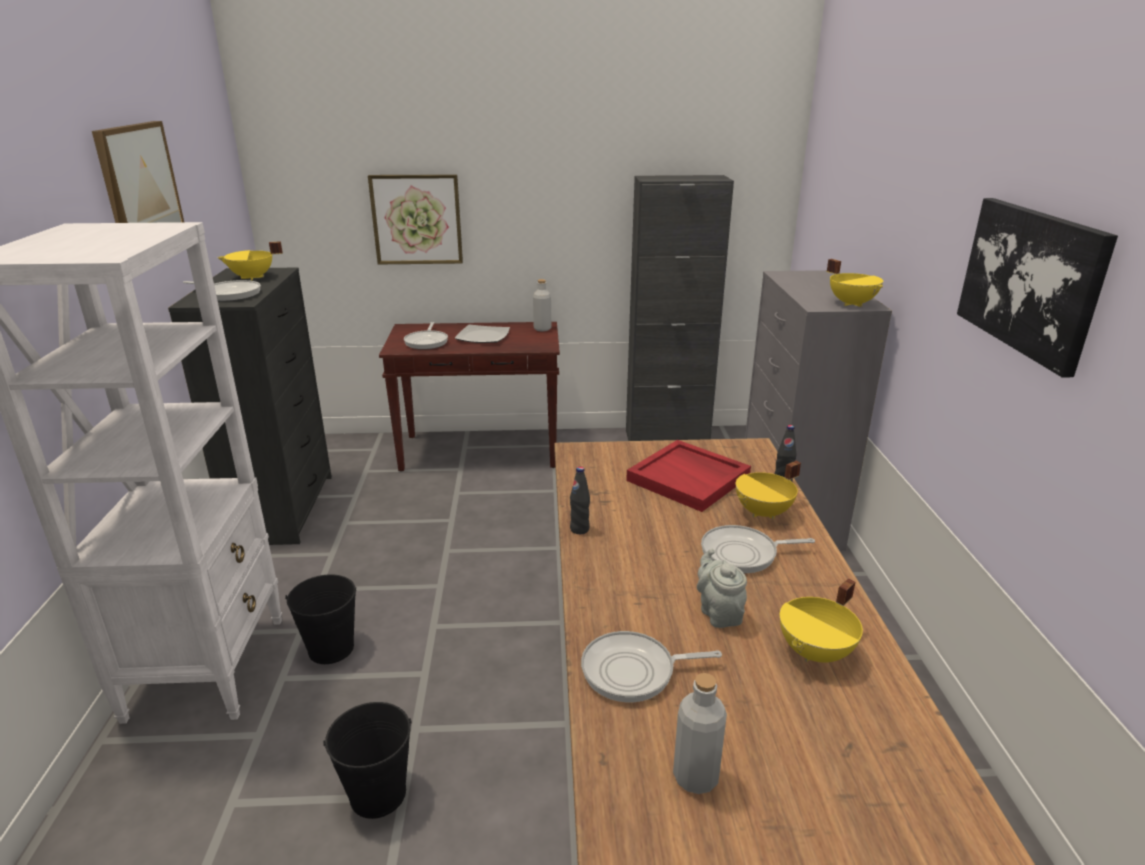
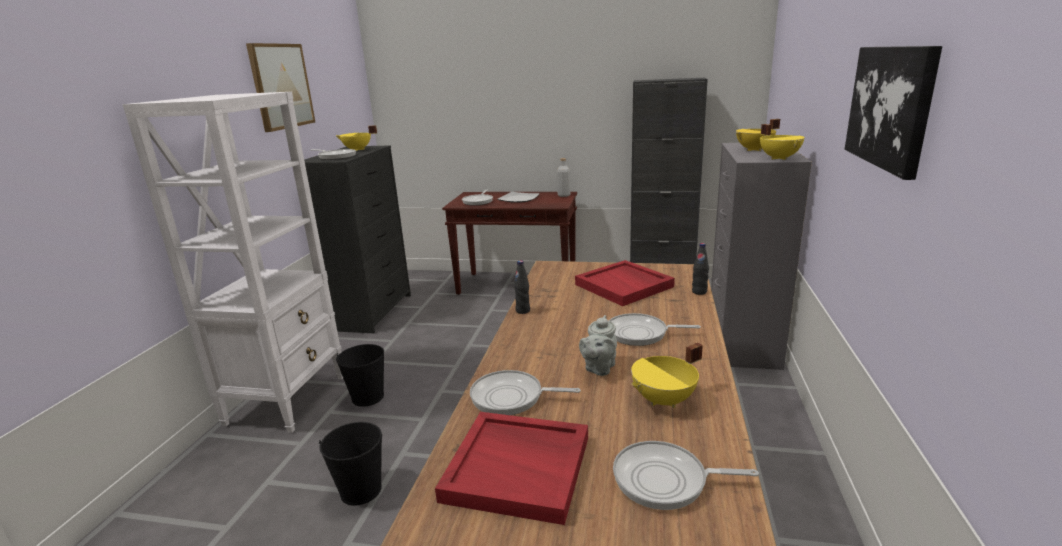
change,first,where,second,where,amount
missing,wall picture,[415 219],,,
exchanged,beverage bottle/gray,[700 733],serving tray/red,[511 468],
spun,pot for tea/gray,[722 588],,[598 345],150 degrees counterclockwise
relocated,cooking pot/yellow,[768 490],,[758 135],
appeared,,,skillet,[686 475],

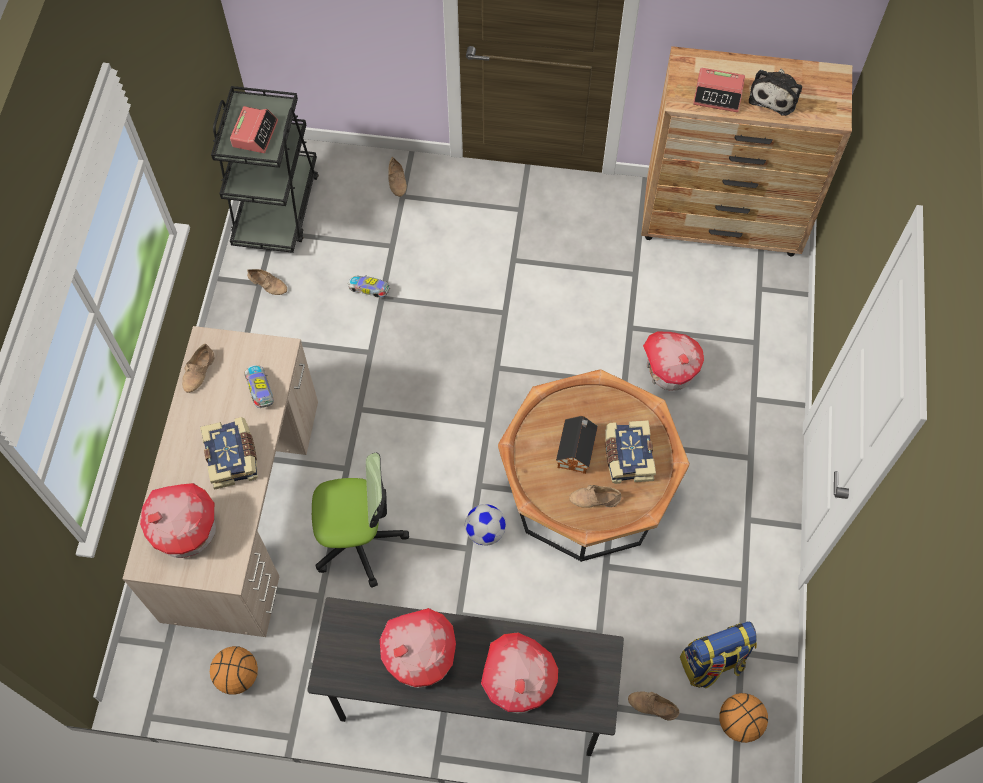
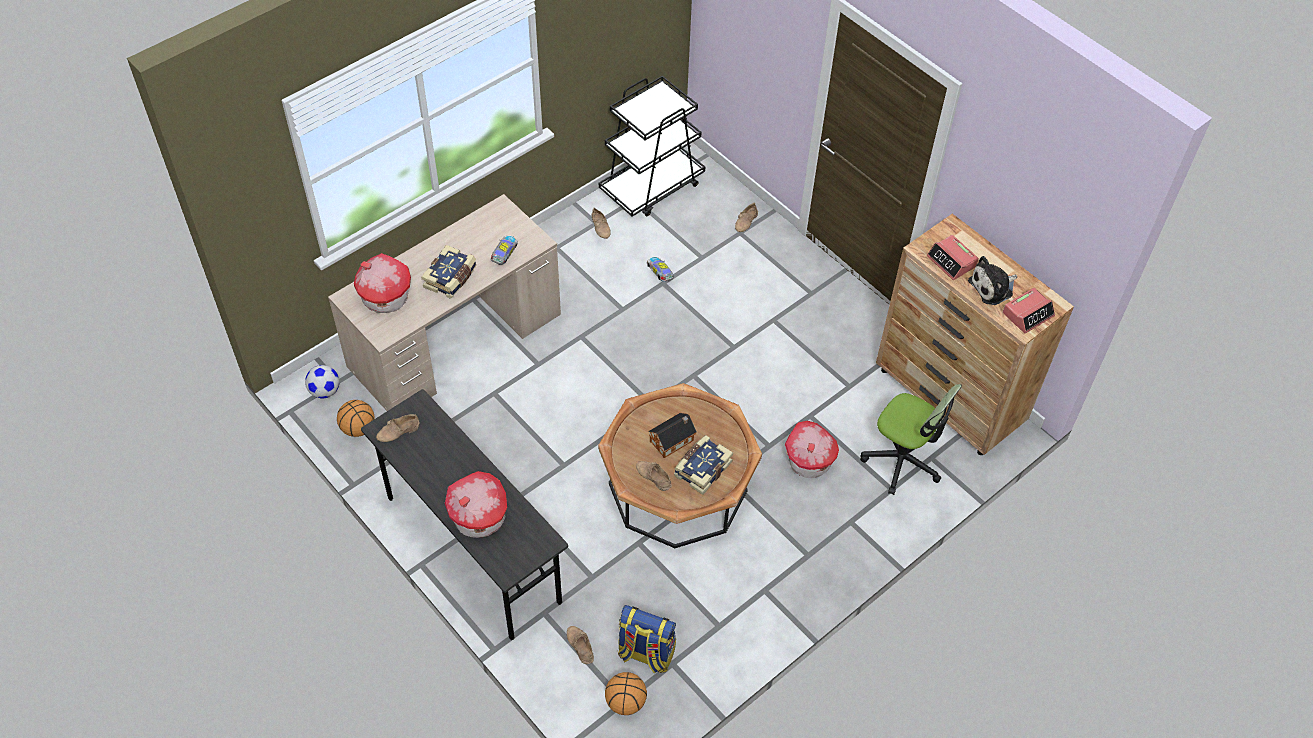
change,first,where,second,where,amount
relocated,shoe/sand-coloured,[198 368],,[398 428],
relocated,bedside clock,[254 129],,[1029 311],
relocated,desk chair,[360 520],,[911 439],
missing,model house,[418 648],,,
relocated,ball for football,[485 524],,[322 381],

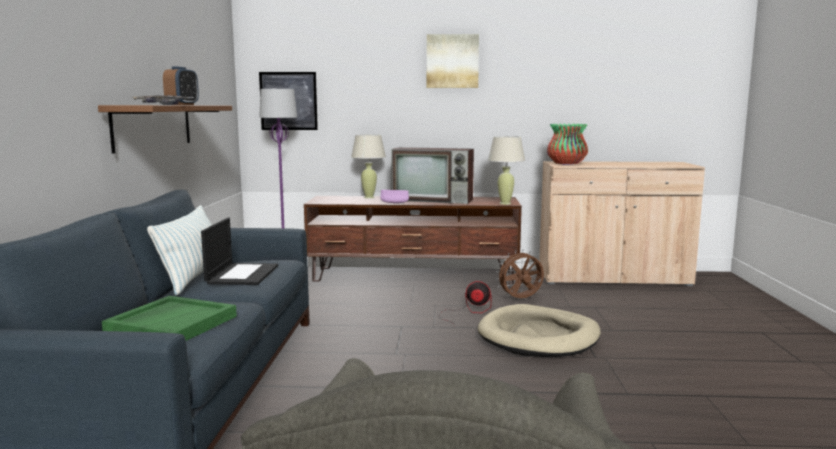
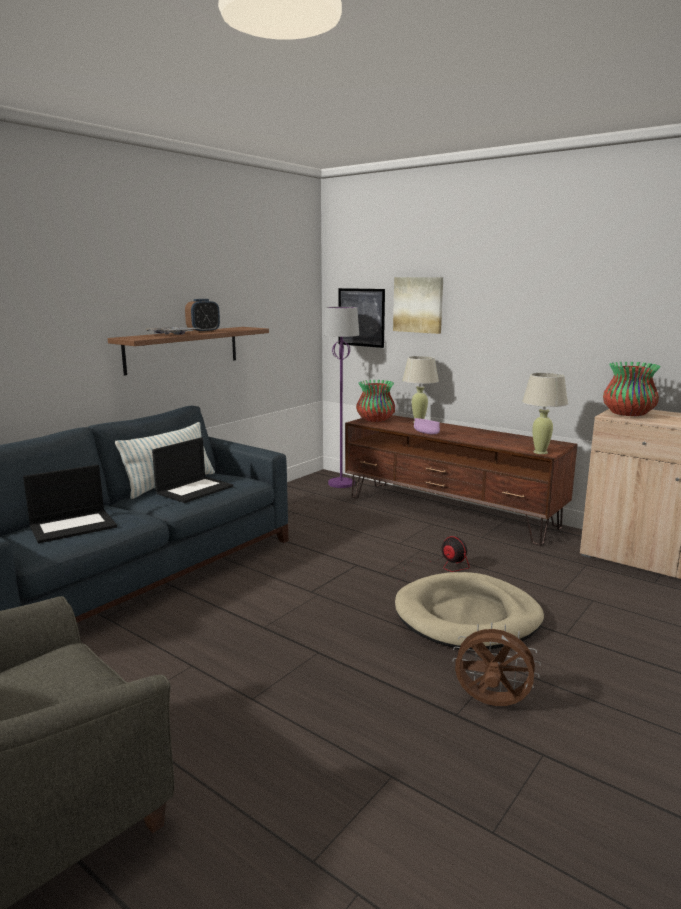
change,first,where,second,where,amount
exchanged,serving tray/green-coloured,[169 318],notebook computer,[70 504],
missing,television,[432 175],,,
relocated,wall picture,[453 61],,[418 305],
relocated,fan/brown,[520 274],,[497 664],
appeared,,,decorative vase,[375 401],

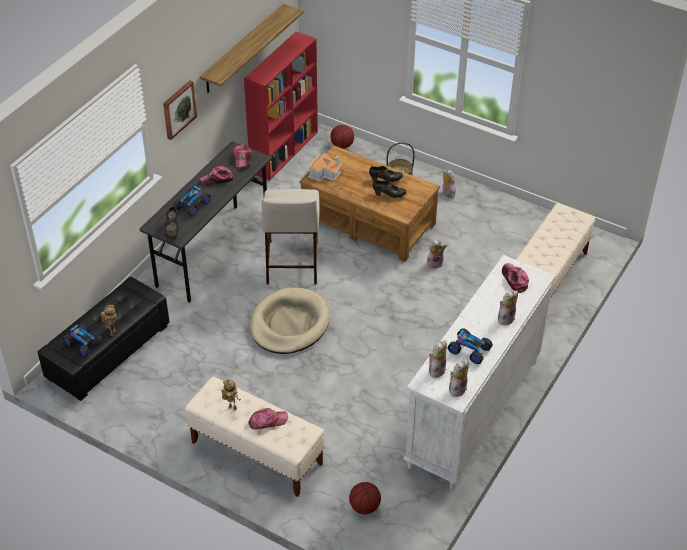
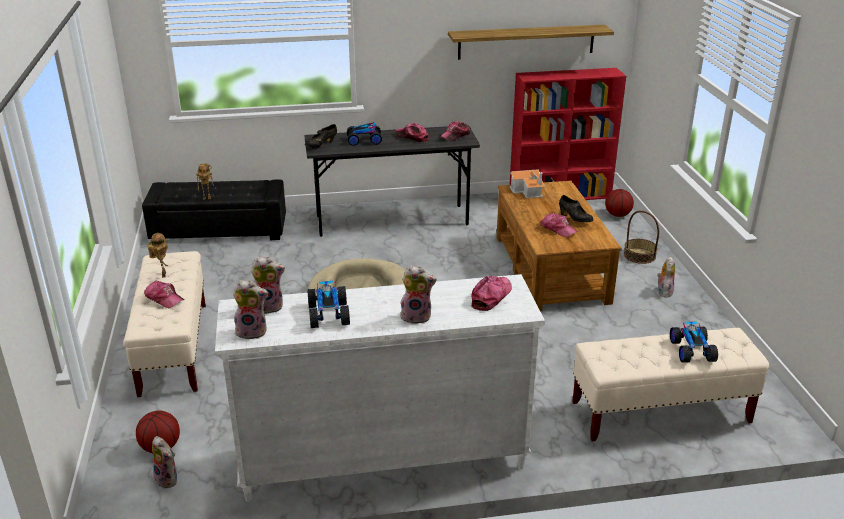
change,first,where,second,where,amount
relocated,toy car,[83 340],,[694 342],
missing,wall picture,[180 110],,,
missing,stool/sand-coloured,[291 237],,,
exchanged,shoe/black,[390 189],cap,[559 225],
relocated,plush toy,[436 254],,[164 462],

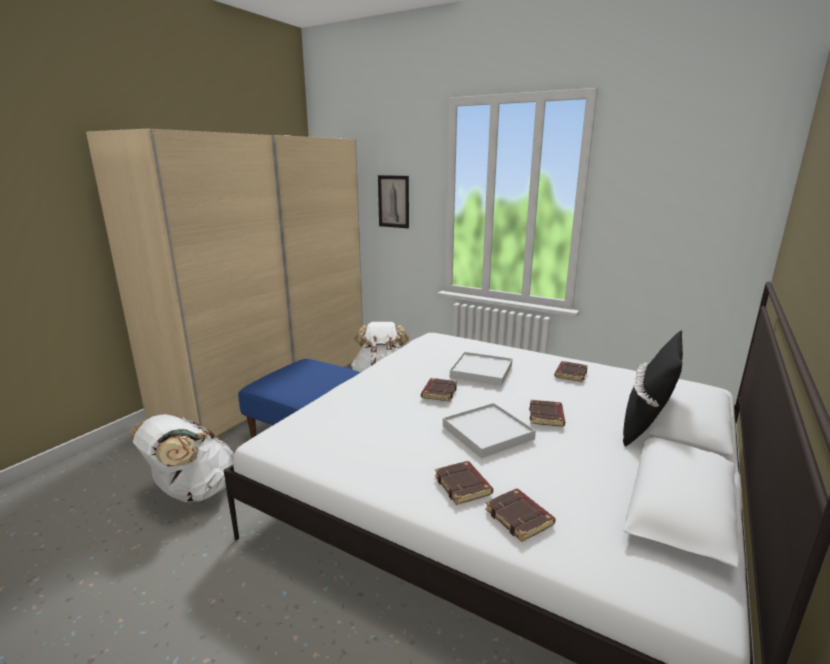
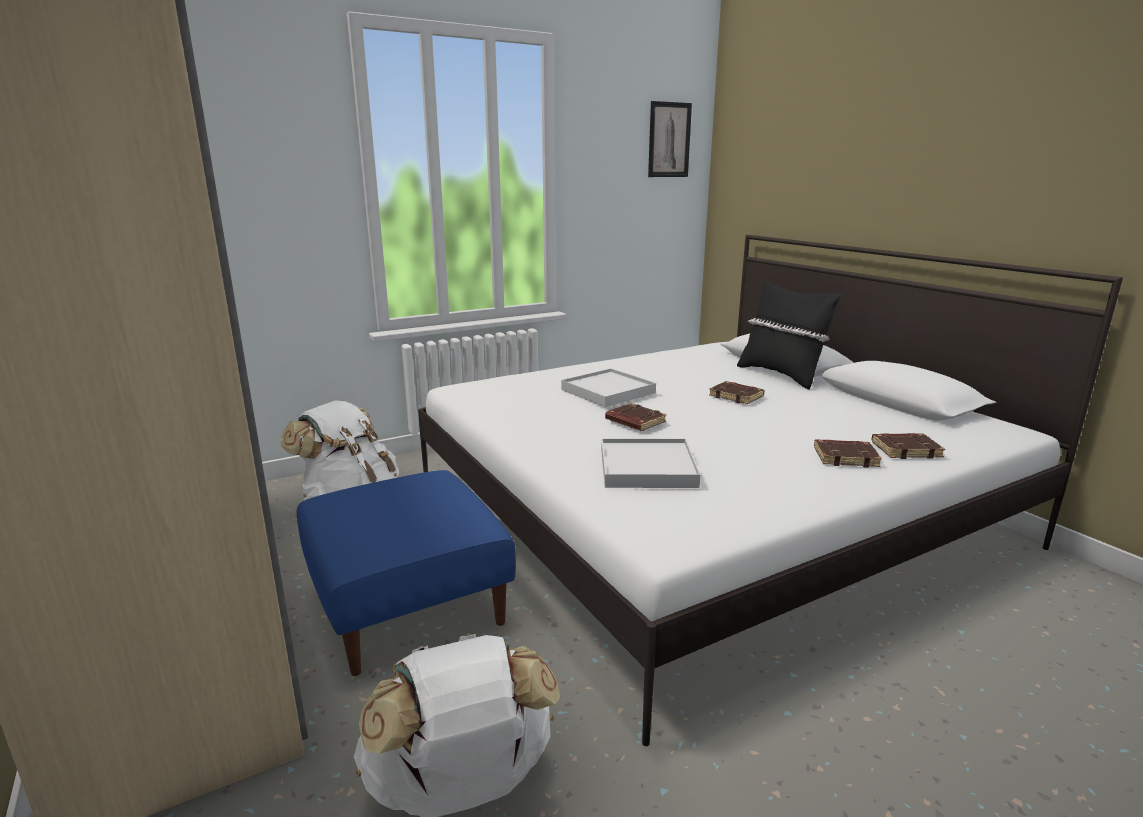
change,first,where,second,where,amount
relocated,wall picture,[393 201],,[670 139],
relocated,serving tray/white-coloured,[489 430],,[650 463],
missing,book/brown,[571 371],,,

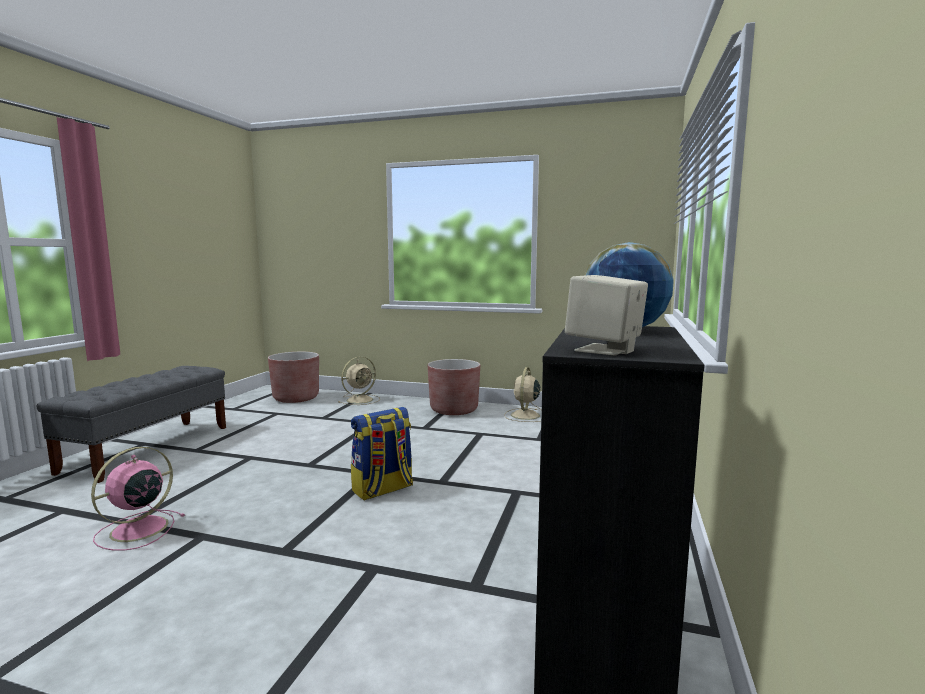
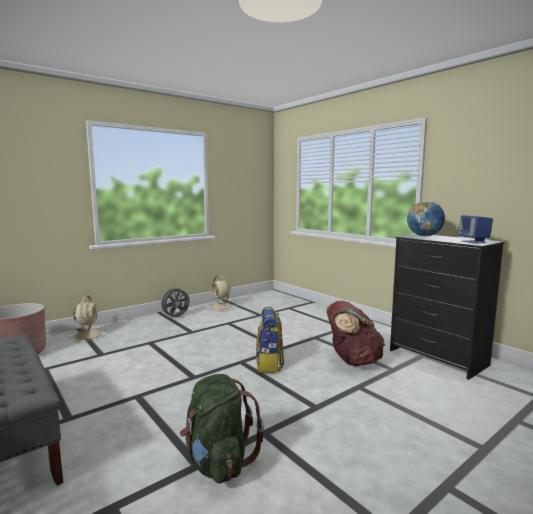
change,first,where,second,where,amount
exchanged,fan/pink,[138 499],rucksack/green-coloured,[222 429],
exchanged,flower pot/brown,[454 387],fan/gray,[174 302],
colour,loudspeaker/sand-coloured,[606 315],loudspeaker/blue,[475 229],
appeared,,,rucksack/brown,[355 333],

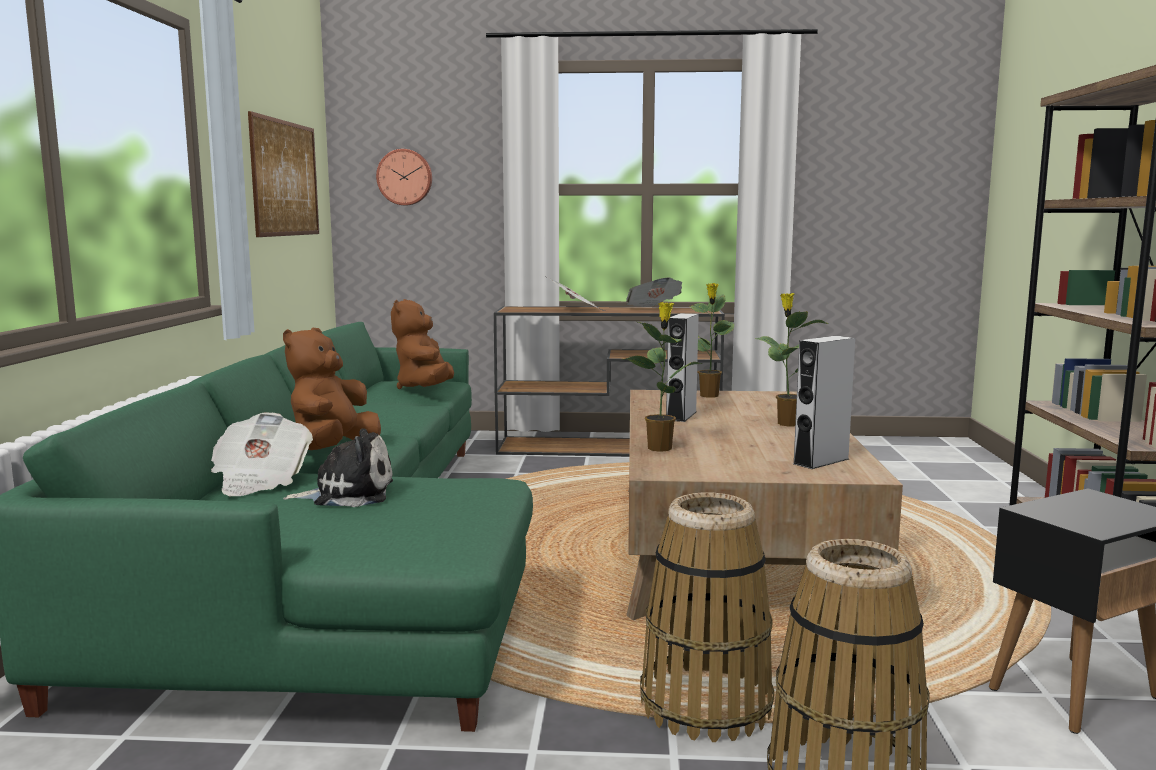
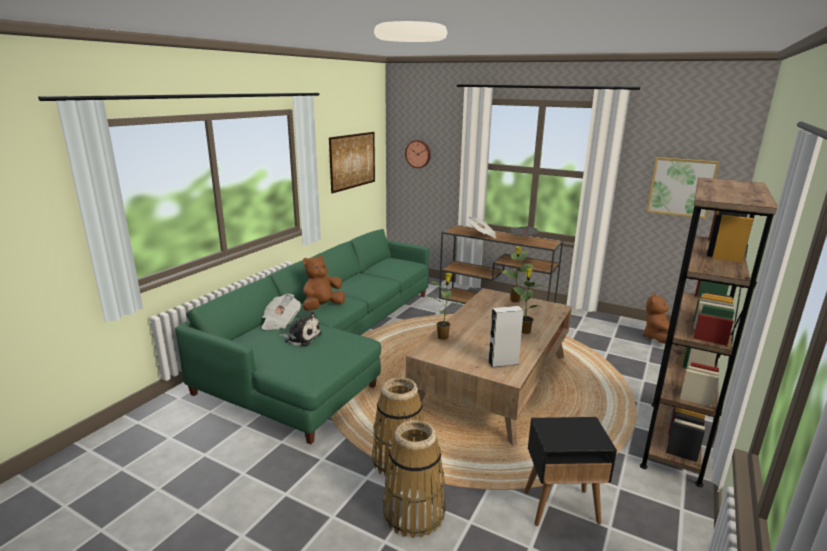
change,first,where,second,where,amount
relocated,plush toy/brown,[422 344],,[656 318],
missing,loudspeaker/gray,[682 367],,,
appeared,,,wall picture,[683 188],

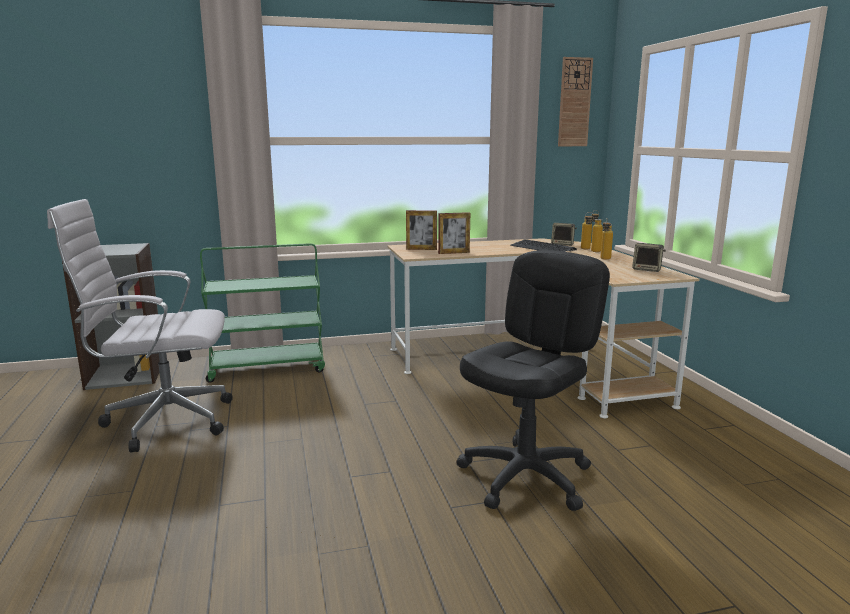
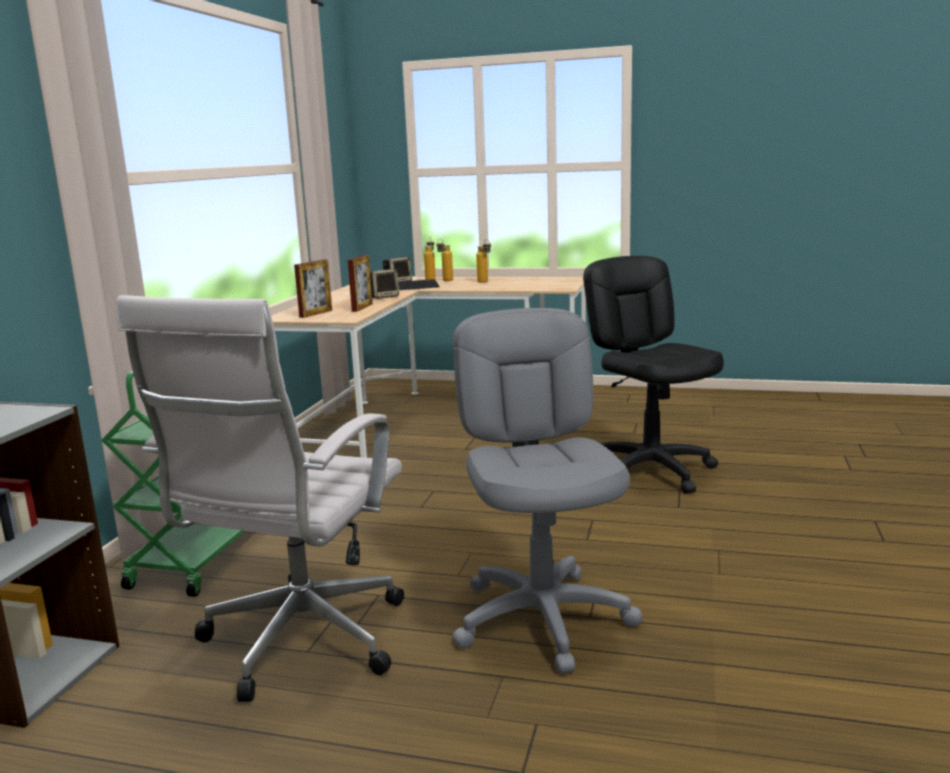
change,first,where,second,where,amount
missing,hanging clock,[575 101],,,
relocated,loudspeaker,[649 257],,[384 284],
appeared,,,desk chair/gray,[547 491],

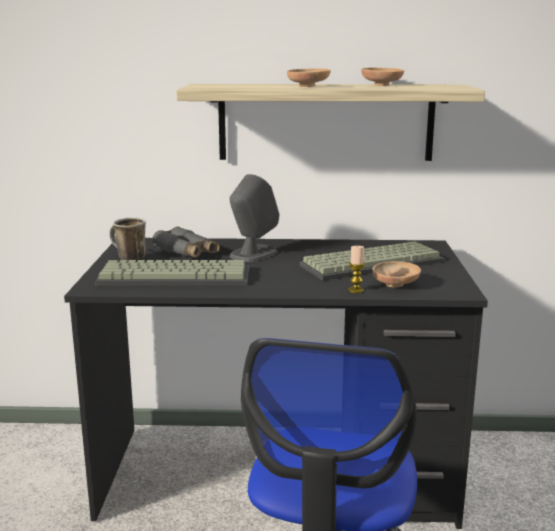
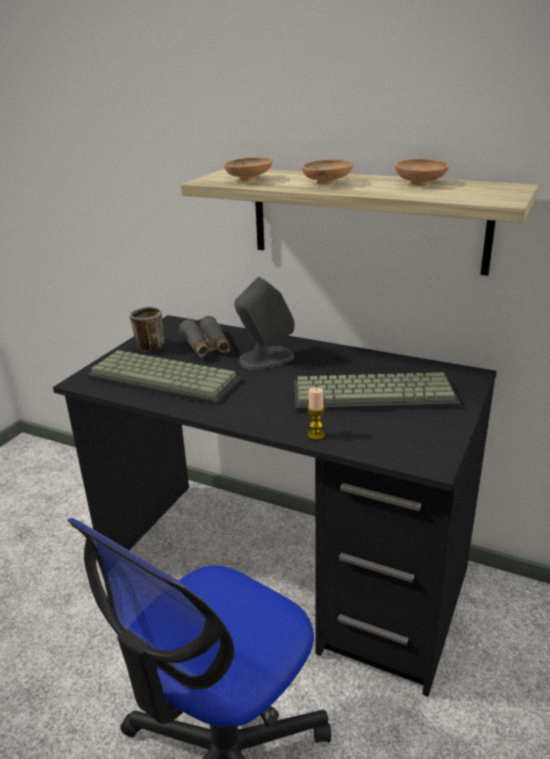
change,first,where,second,where,amount
relocated,bowl/brown,[396 274],,[248 169],

